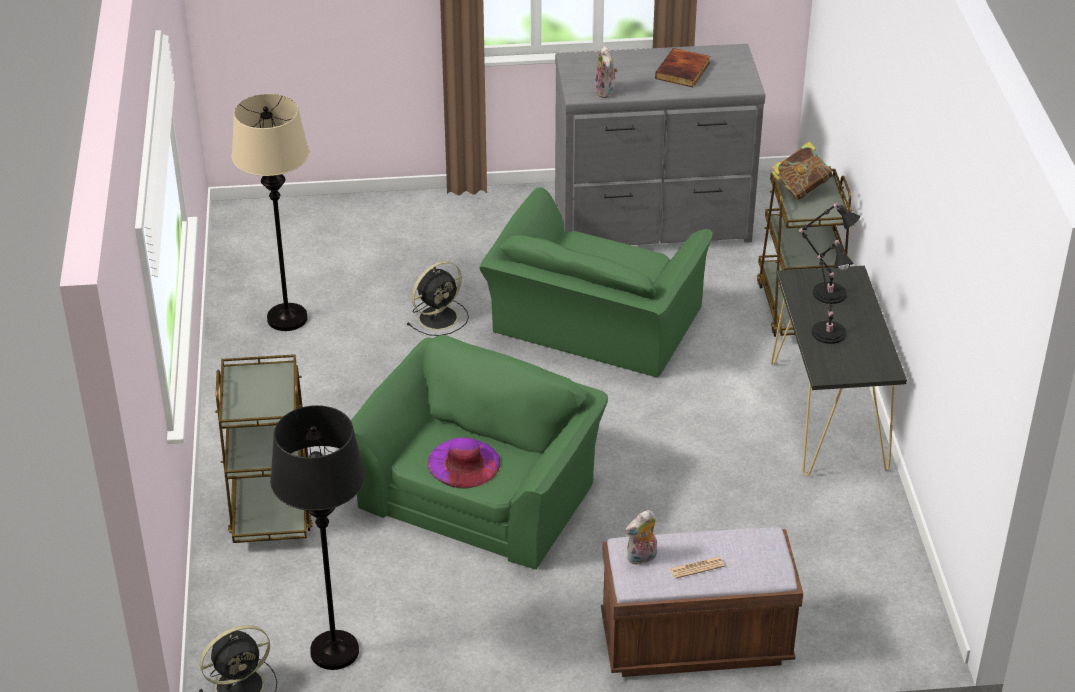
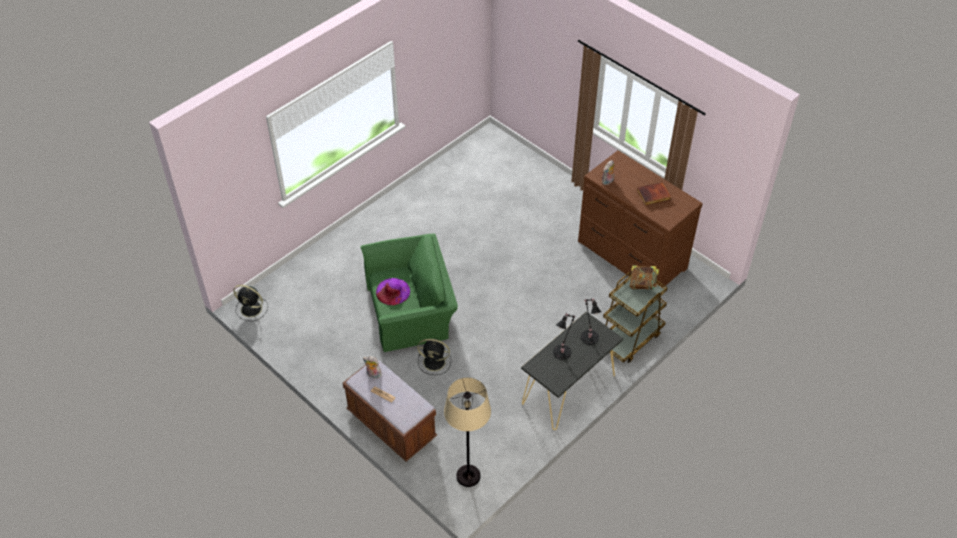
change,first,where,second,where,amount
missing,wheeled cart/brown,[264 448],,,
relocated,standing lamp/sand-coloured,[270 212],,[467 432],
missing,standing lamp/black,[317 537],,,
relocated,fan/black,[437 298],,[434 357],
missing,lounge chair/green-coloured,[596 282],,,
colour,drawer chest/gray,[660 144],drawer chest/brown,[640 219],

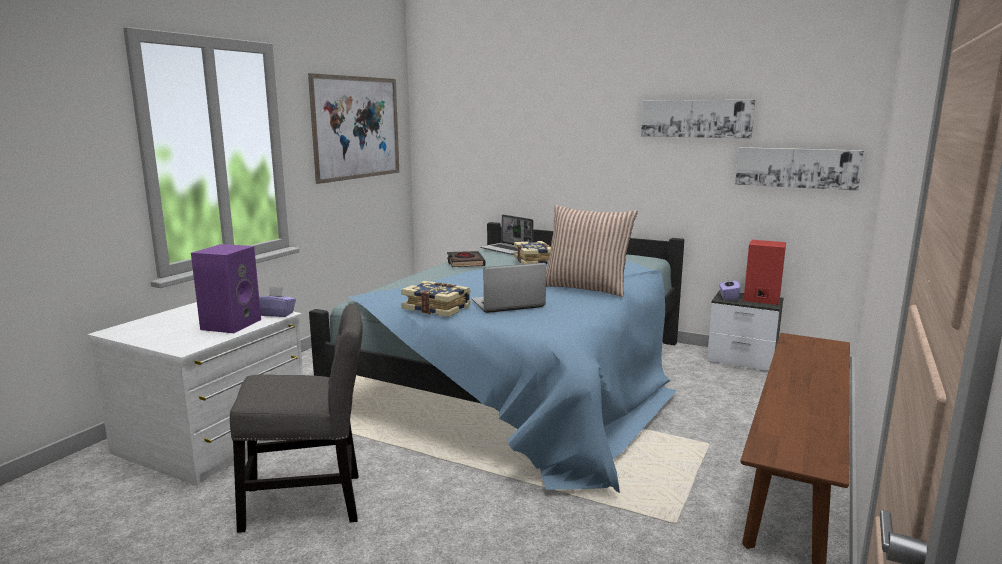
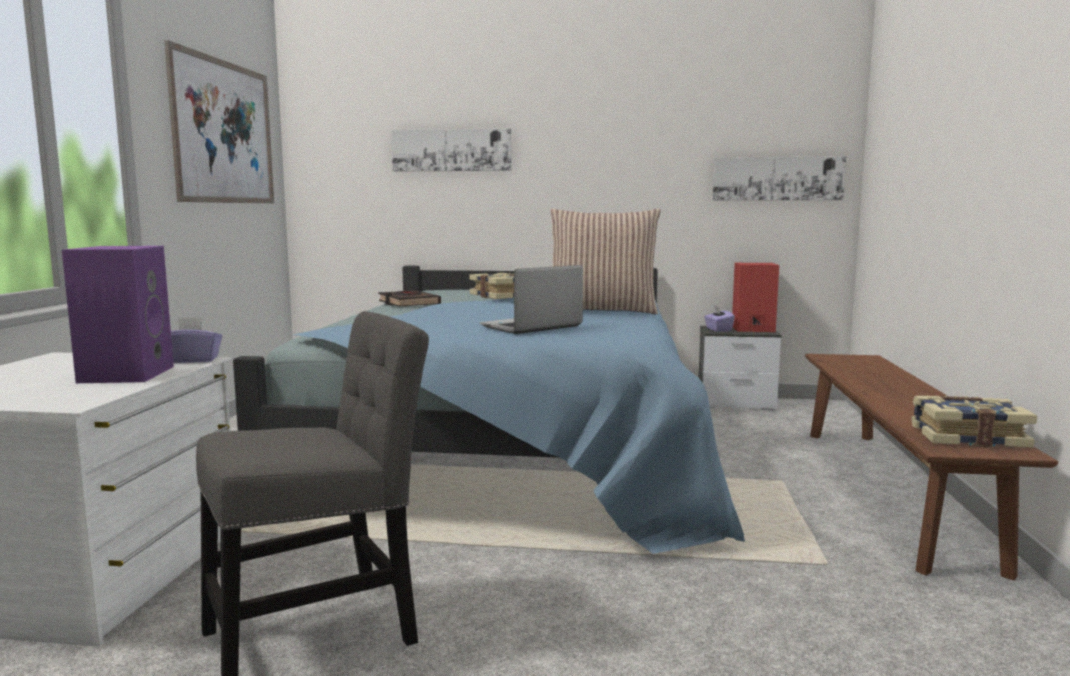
change,first,where,second,where,amount
relocated,book,[436 299],,[974 421],
missing,notebook computer,[507 234],,,
relocated,wall picture,[698 119],,[452 150],

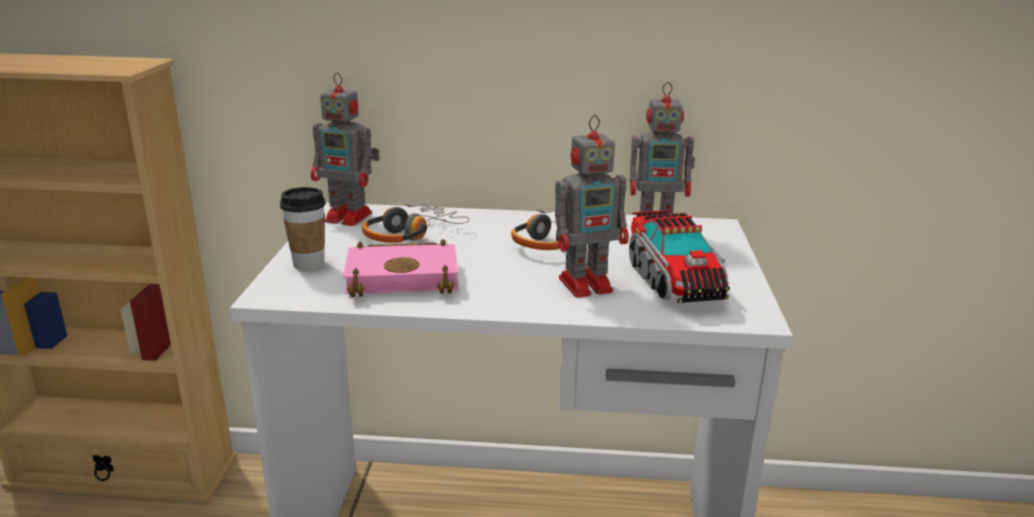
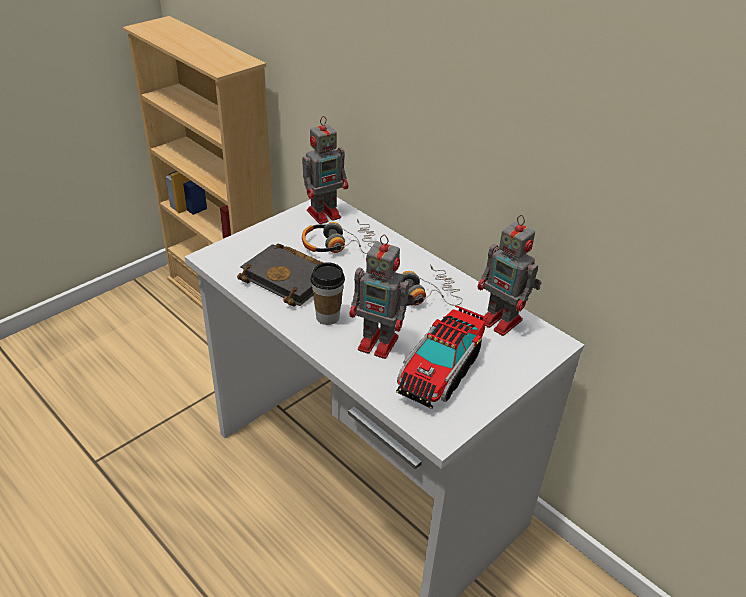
change,first,where,second,where,amount
relocated,small cup,[303 228],,[328 293],
spun,model robot,[345 149],,[325 170],90 degrees counterclockwise
colour,book/pink,[400 268],book/black,[280 275],

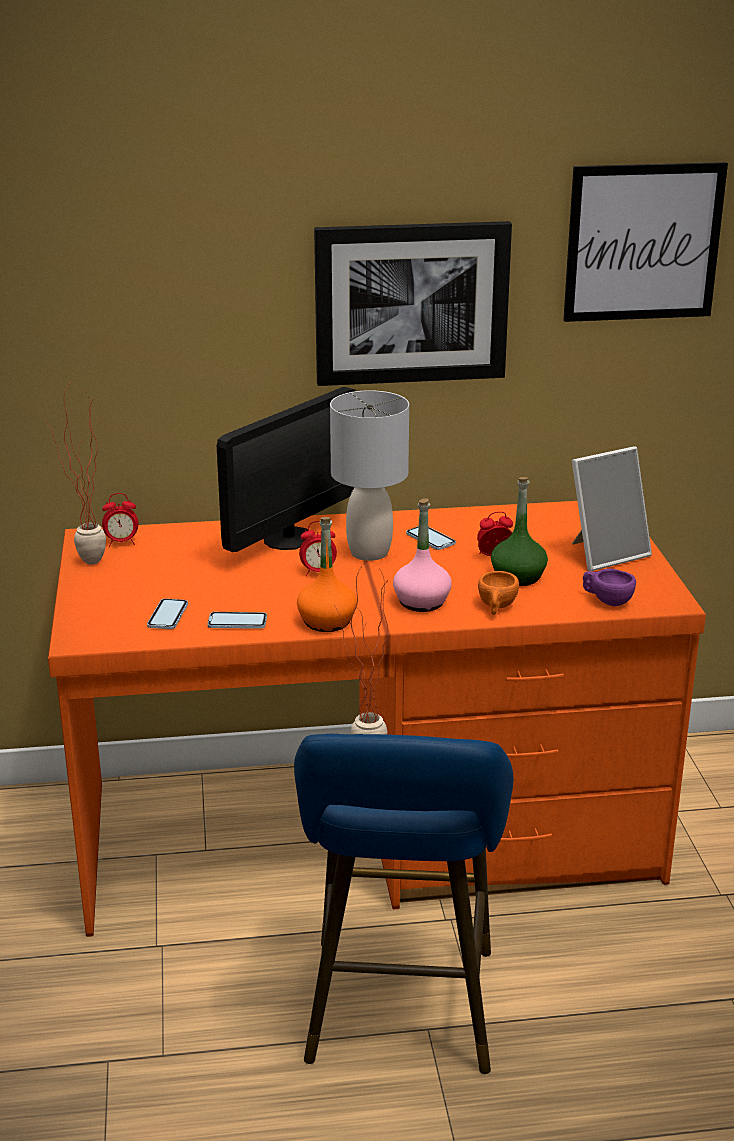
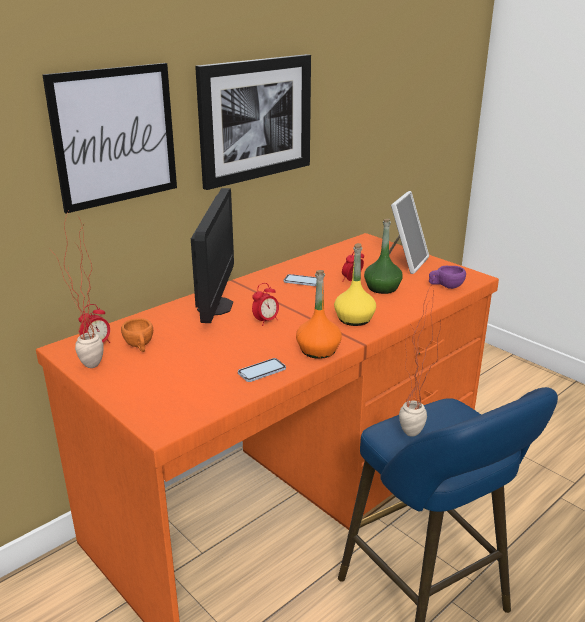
change,first,where,second,where,amount
missing,phone,[167 614],,,
missing,table lamp/gray,[369 475],,,
colour,beverage bottle/pink,[422 555],beverage bottle/yellow,[355 284],
relocated,small cup/orangey,[498 593],,[137 335],
relocated,wall picture,[645 242],,[109 138],

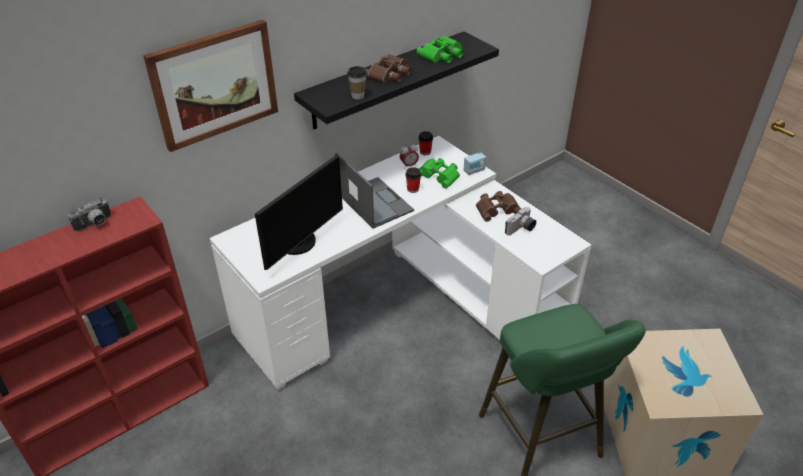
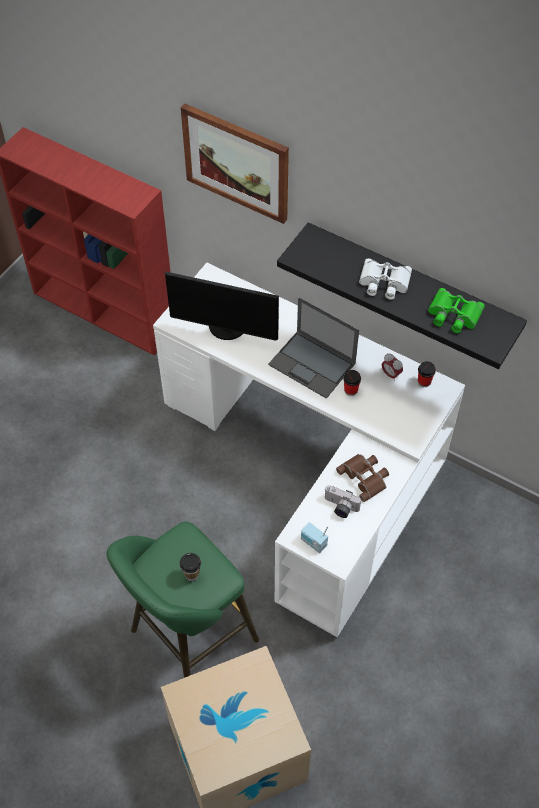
change,first,where,second,where,amount
missing,still camera,[90 215],,,
spun,notebook computer,[374 190],,[313 348],90 degrees clockwise
relocated,small cup,[357 83],,[190 567],
colour,pair of binoculars/brown,[388 69],pair of binoculars/white-coloured,[385 279],
missing,pair of binoculars/green-coloured,[439 173],,,
relocated,radio,[475 156],,[314 537],

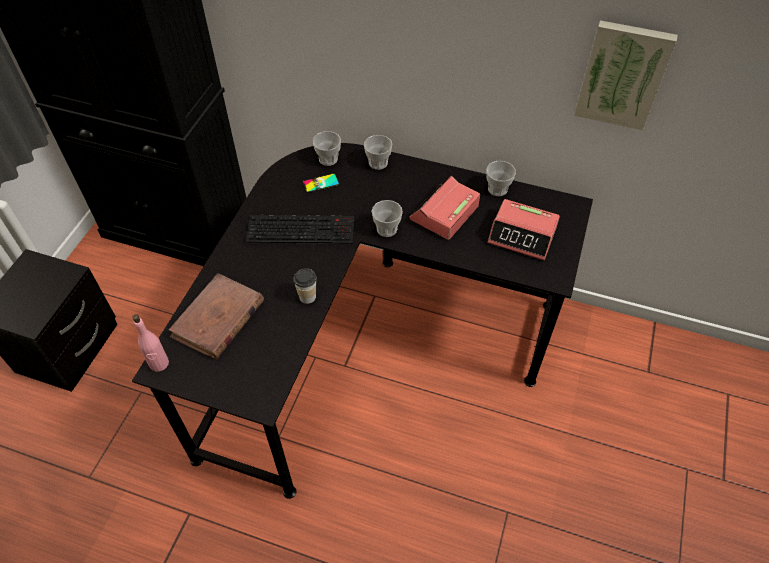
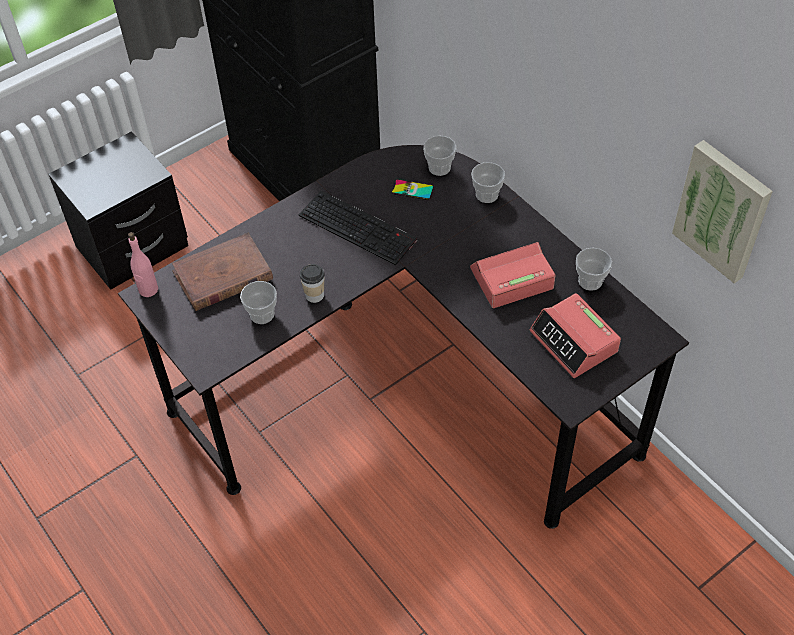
change,first,where,second,where,amount
relocated,small cup,[387 218],,[258 302],

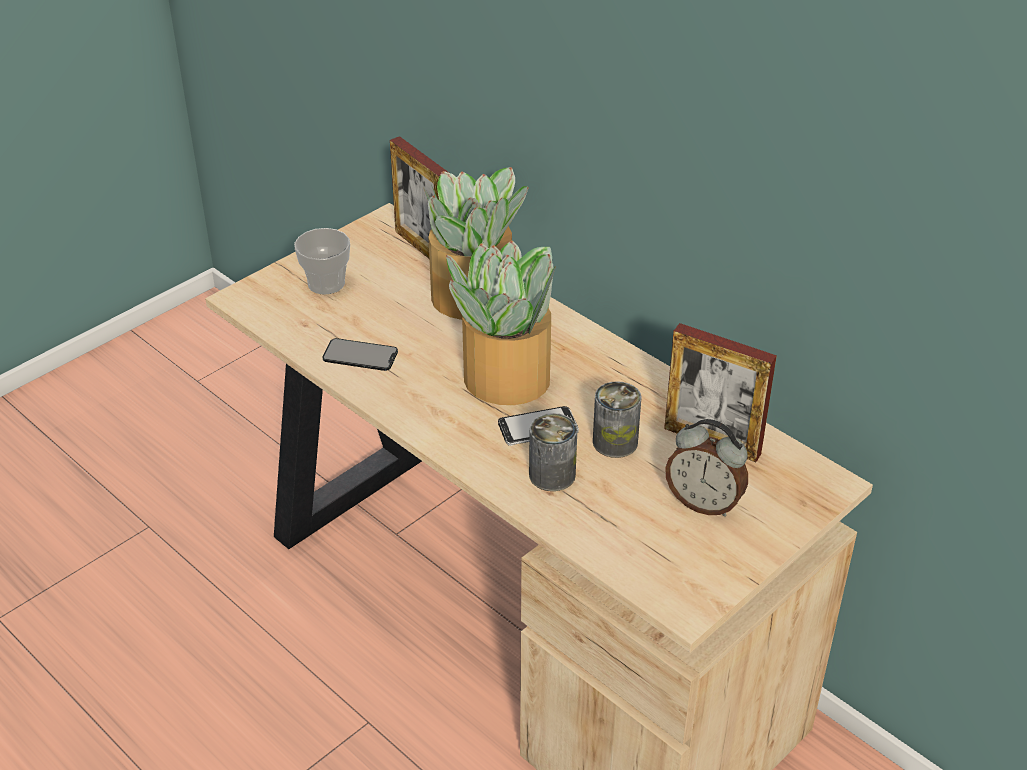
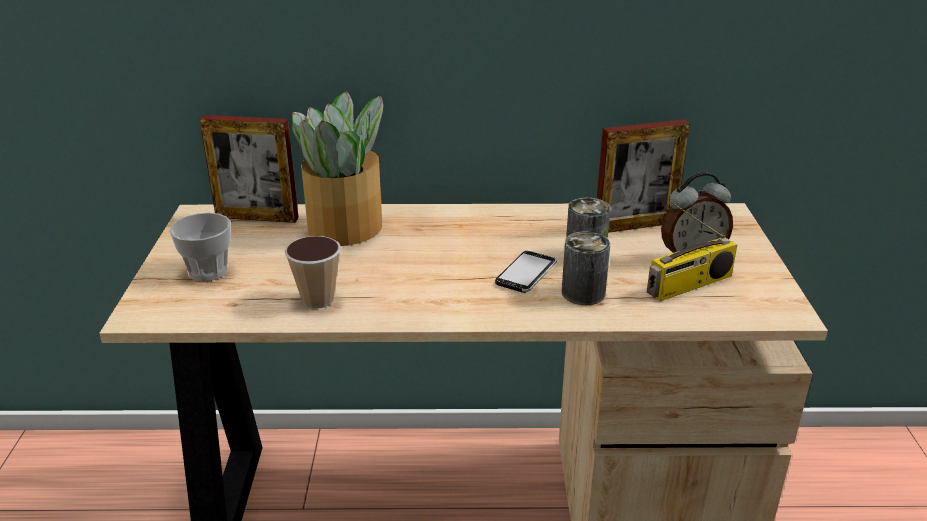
change,first,where,second,where,amount
exchanged,phone,[360 354],small cup,[313 272],
missing,potted plant,[501 323],,,
appeared,,,radio,[692 252],

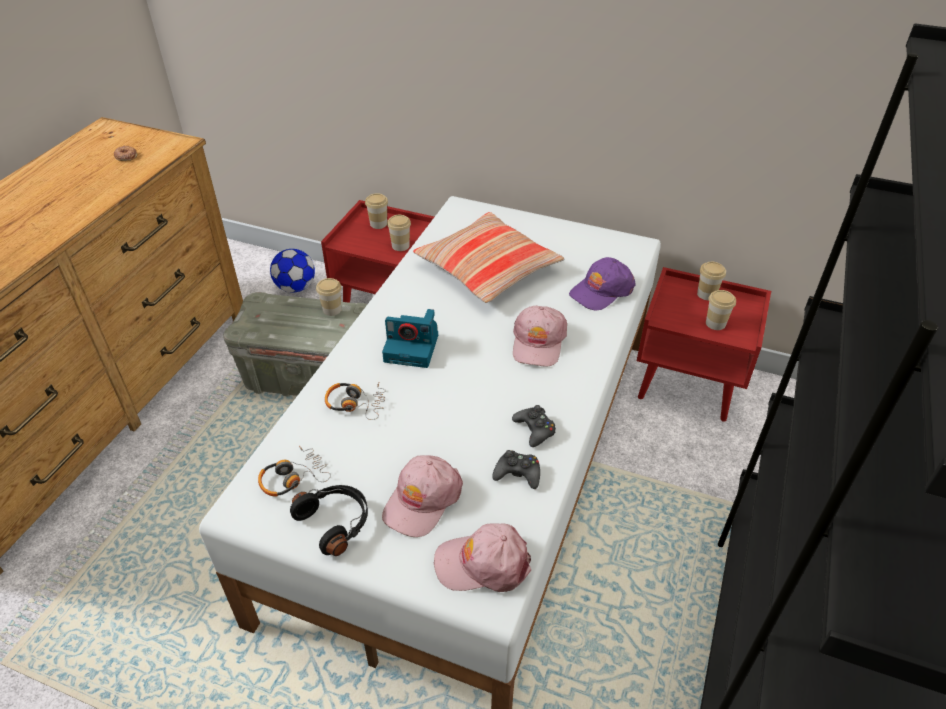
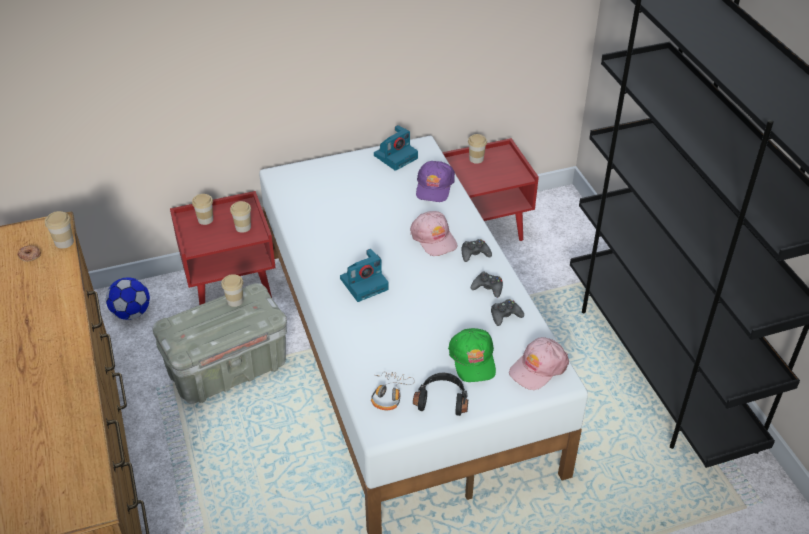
change,first,where,second,where,amount
missing,pair of headphones,[355 401],,,
colour,cap/pink,[422 496],cap/green-coloured,[472 355],
missing,cushion,[488 257],,,
relocated,small cup,[721 310],,[59 230],
appeared,,,still camera,[396 148],
appeared,,,joypad/black,[477 250],

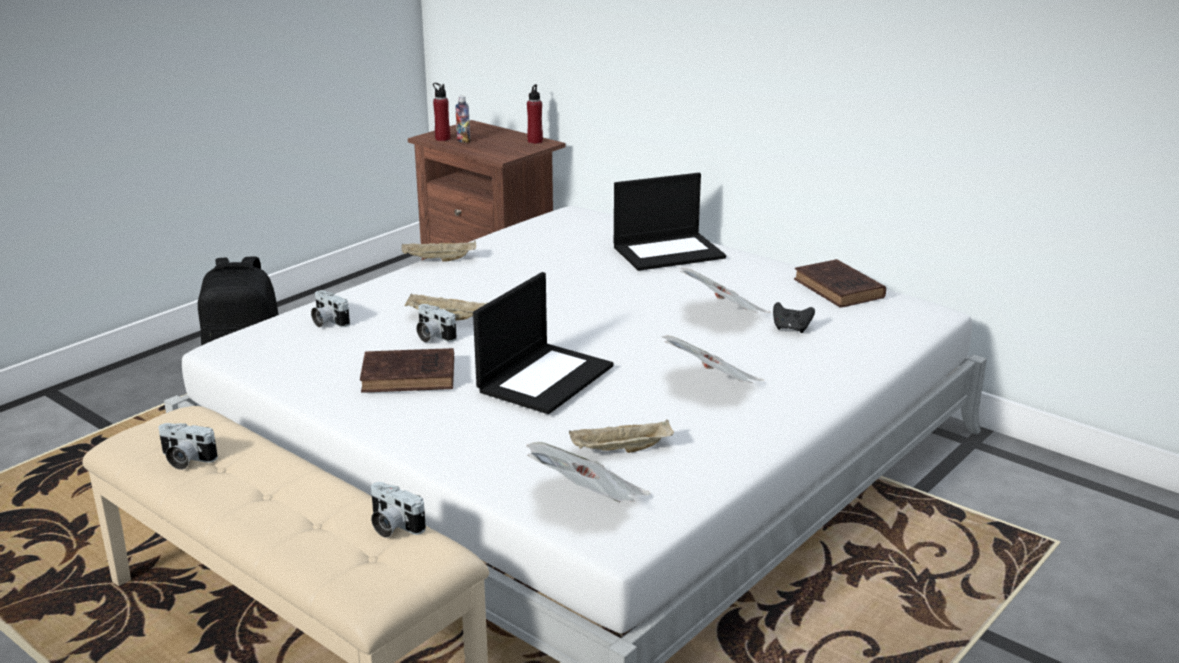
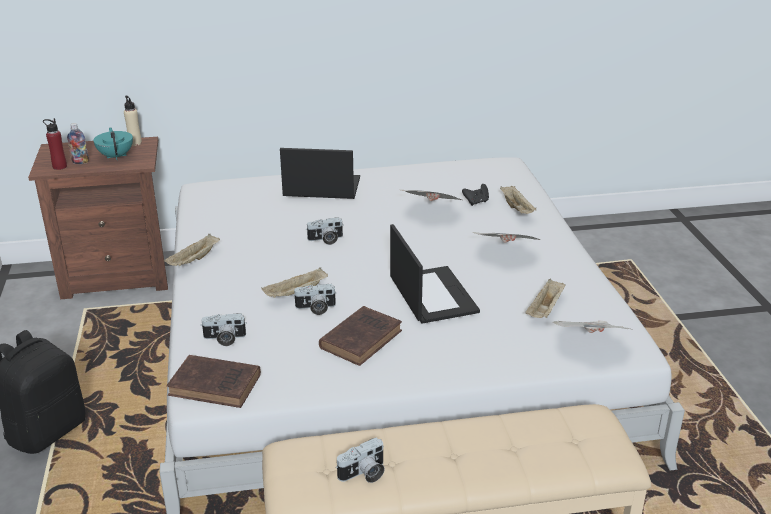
change,first,where,second,where,amount
relocated,still camera,[398 510],,[325 231],
colour,beverage bottle/red,[535 114],beverage bottle/sand-coloured,[133 121],
spun,notebook computer,[670 222],,[320 173],105 degrees counterclockwise
relocated,book/brown,[840 283],,[214 381],
appeared,,,pot for tea/turquoise-coloured,[113 144],
appeared,,,serving tray/sand-coloured,[518 200],

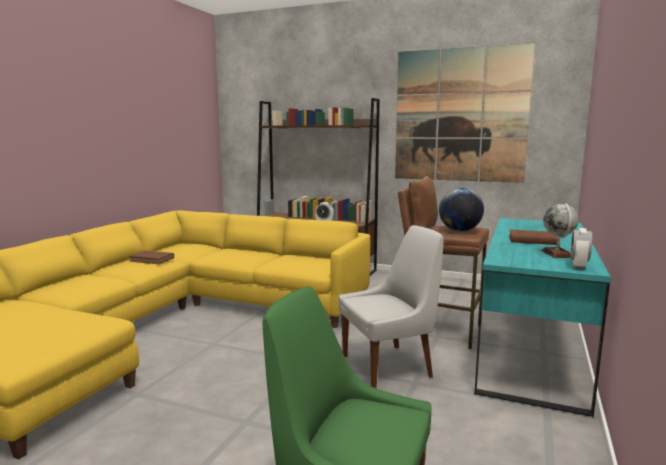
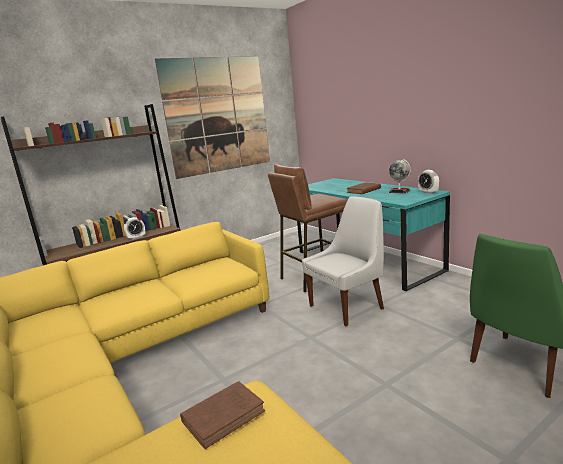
change,first,where,second,where,amount
relocated,book/brown,[151 257],,[222 415],
spun,chair/white-coloured,[391 306],,[343 261],45 degrees clockwise
missing,world globe,[461 209],,,

